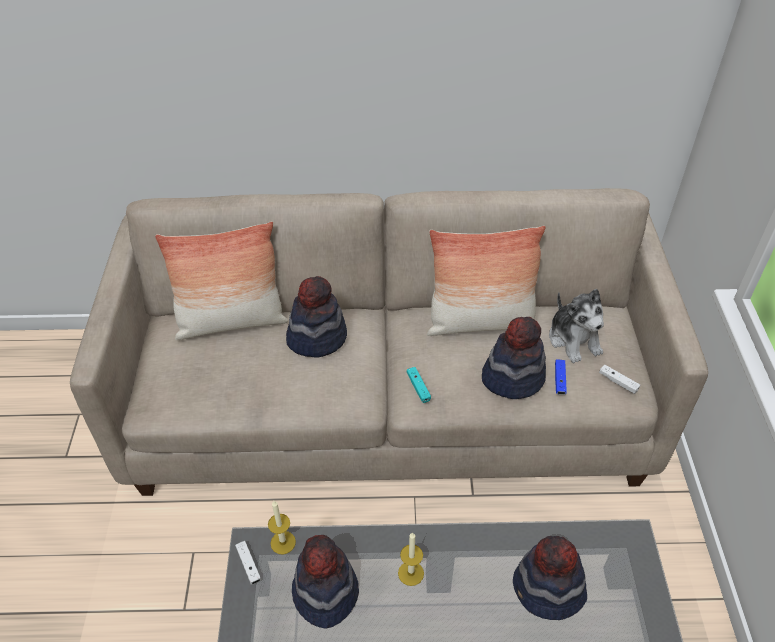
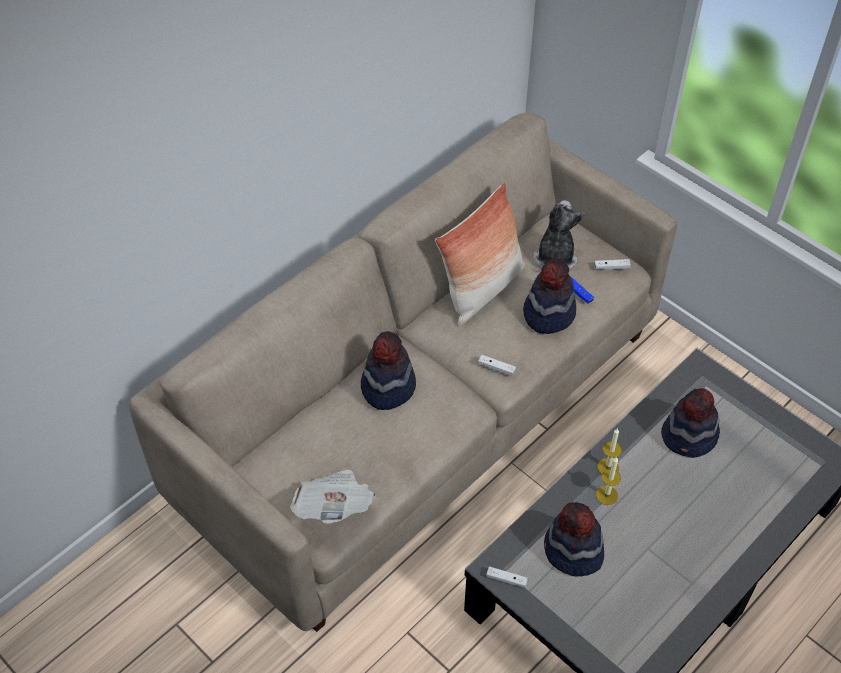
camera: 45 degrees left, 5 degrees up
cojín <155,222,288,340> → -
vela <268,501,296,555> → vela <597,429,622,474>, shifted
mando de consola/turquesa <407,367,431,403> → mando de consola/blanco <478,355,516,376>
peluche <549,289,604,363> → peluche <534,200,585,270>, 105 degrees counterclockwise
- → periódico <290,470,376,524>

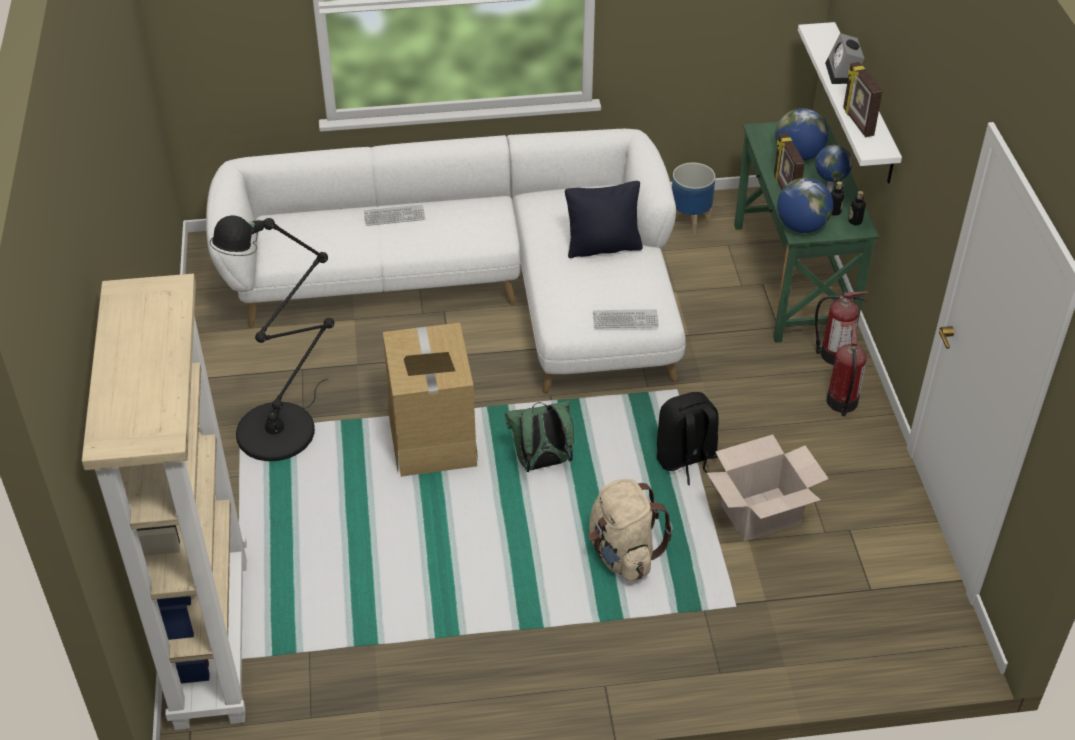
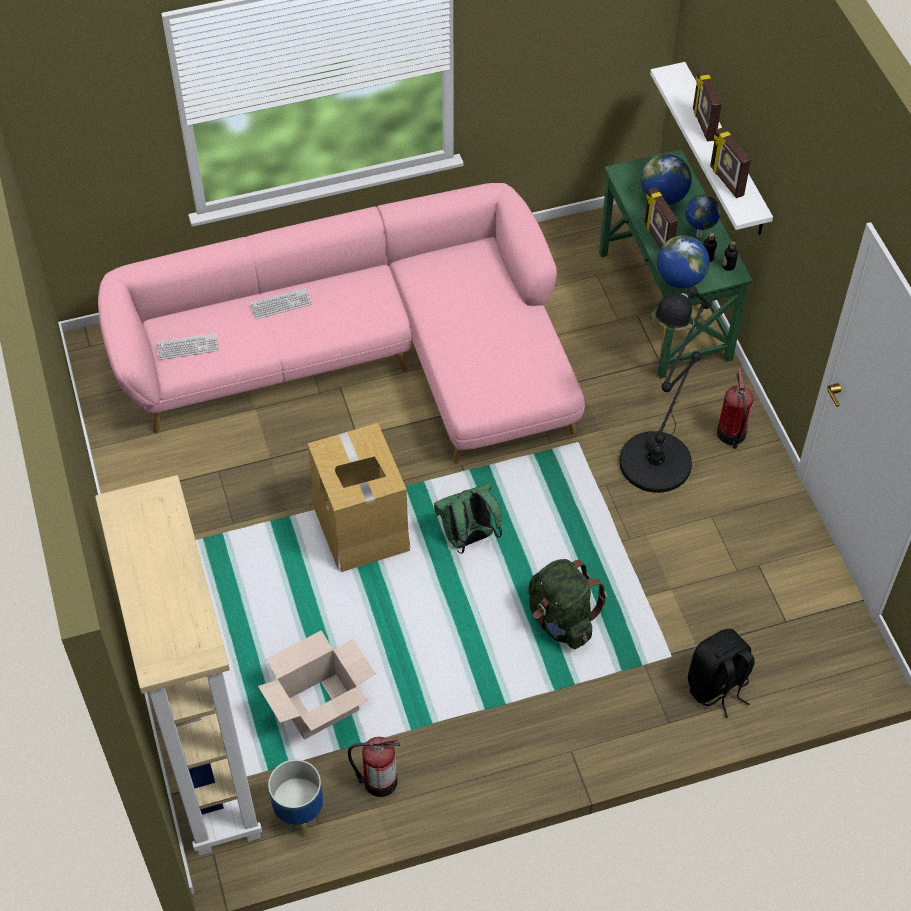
camera: 10 degrees left, 10 degrees up
sofá/blanco <206,129,686,393> → sofá/rosa <98,183,585,464>
lámpara de pie/negro <210,215,334,461> → lámpara de pie/negro <619,286,712,493>, shifted
cojín/negro <565,181,643,258> → -
mochila/beis <588,479,673,582> → mochila/verde <528,559,607,649>
teclado <593,309,659,328> → teclado <157,333,219,360>, shifted
mochila/negro <657,392,719,485> → mochila/negro <688,629,755,718>, shifted
maceta <672,162,715,235> → maceta <268,760,325,837>, shifted
caja de cartón <707,435,829,541> → caja de cartón <258,630,376,739>, shifted
extintor <815,291,868,365> → extintor <348,737,400,797>, shifted
despertador <825,33,865,84> → portarretratos <693,70,722,142>

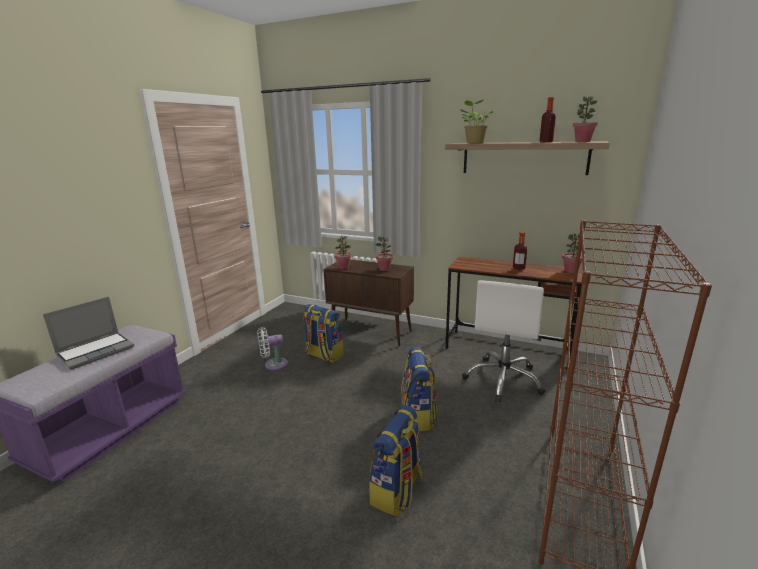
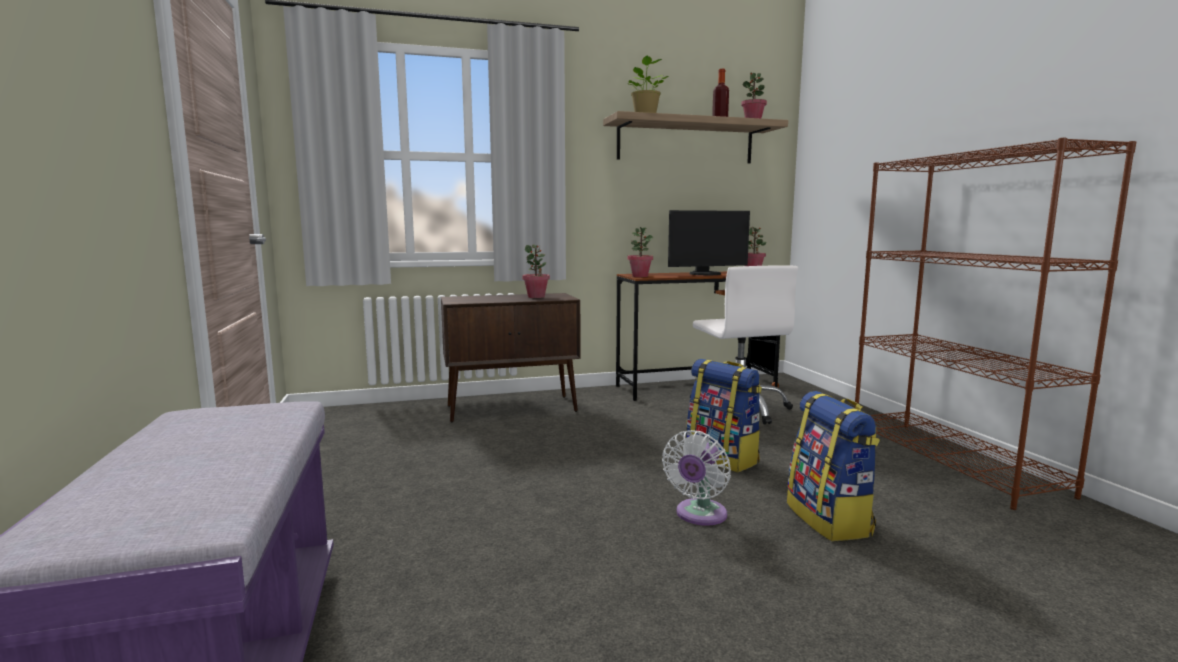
camera: 40 degrees left, 10 degrees down
portátil <43,297,134,369> → -
ventilador/blanco <257,327,288,370> → ventilador/blanco <662,430,731,526>, shifted
mochila <303,304,344,363> → -
planta en maceta <334,236,352,270> → planta en maceta <628,227,653,277>, shifted
botella <513,232,527,270> → monitor <668,210,750,275>

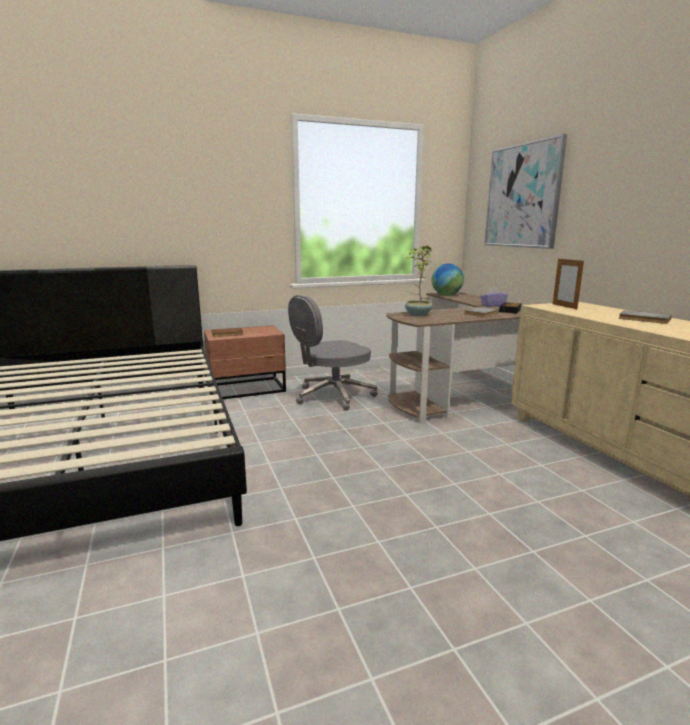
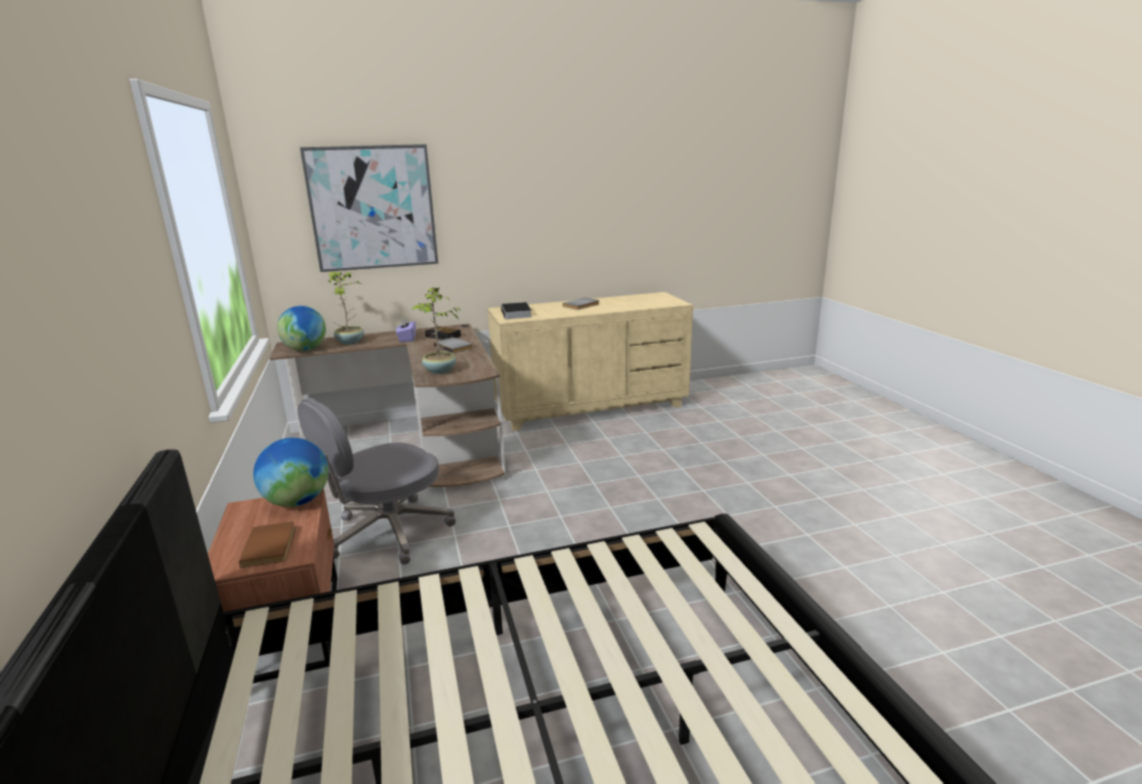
camera: 85 degrees left, 5 degrees up
silla de oficina/gris <288,295,378,411> → silla de oficina/gris <298,398,456,565>, 75 degrees clockwise
portarretratos <553,259,584,309> → libro <501,302,532,321>
- → globo terráqueo <253,438,329,507>
- → planta en maceta <328,270,364,345>

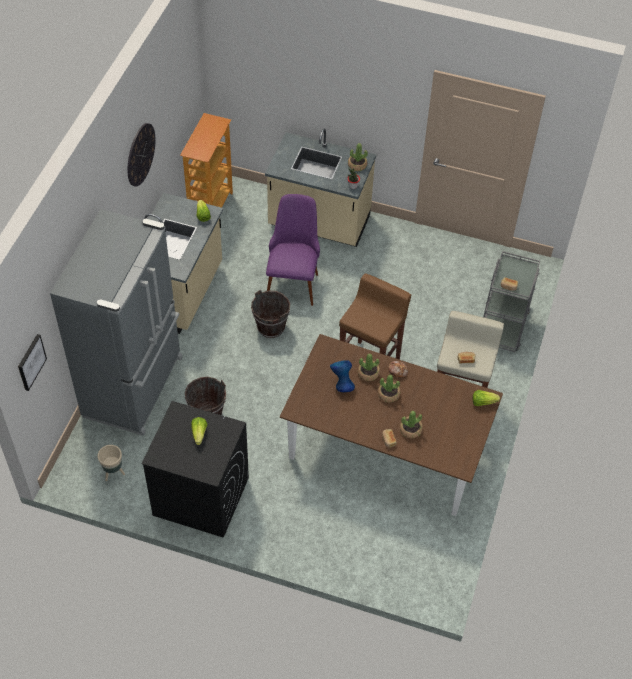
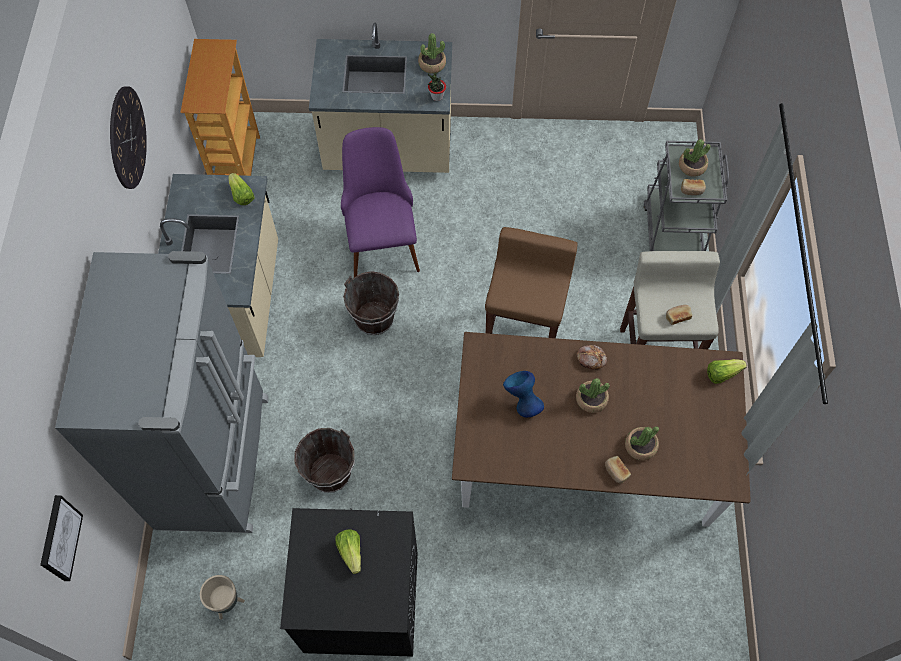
camera: 15 degrees left, 10 degrees up
planta en maceta <358,353,380,381> → planta en maceta <679,139,711,177>, shifted

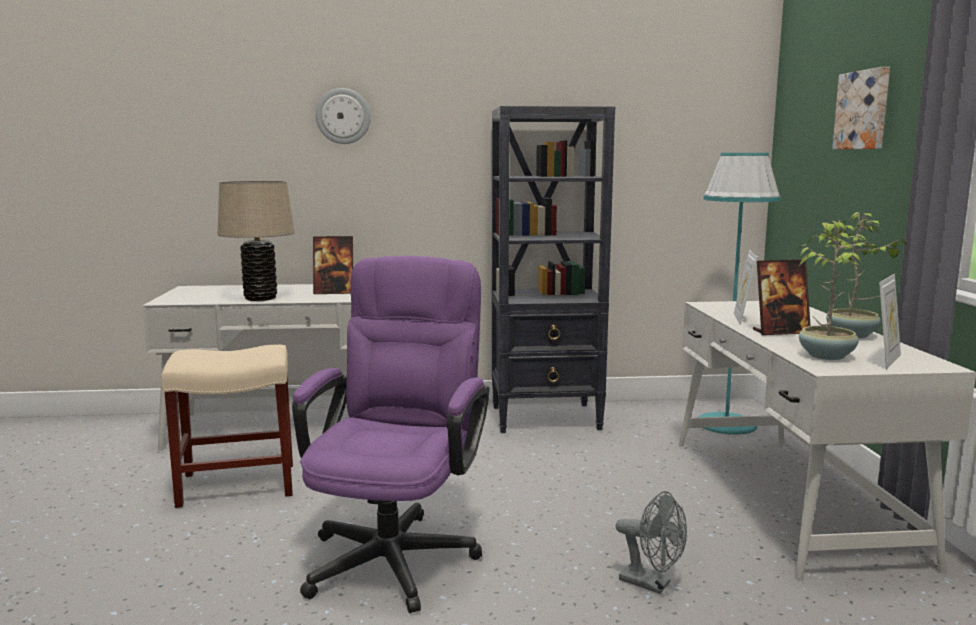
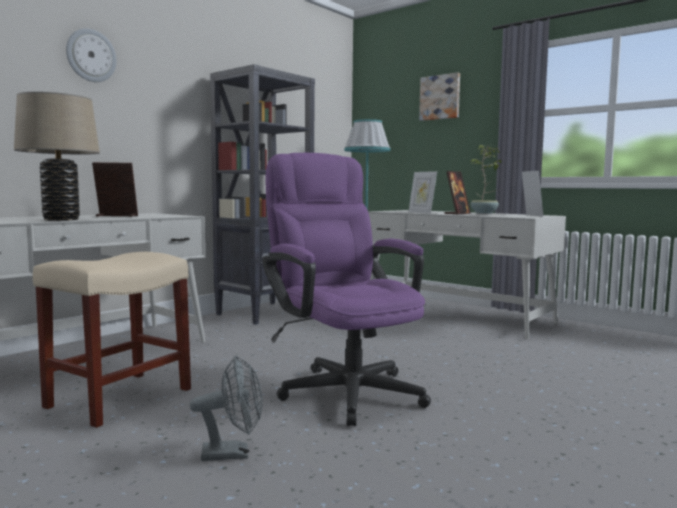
camera: 45 degrees left, 5 degrees down
portarretratos <313,236,353,294> → portarretratos <92,162,138,217>, 135 degrees counterclockwise
ventilador/gris <616,491,687,594> → ventilador/gris <189,356,263,461>, shifted
planta en maceta <798,220,876,360> → -

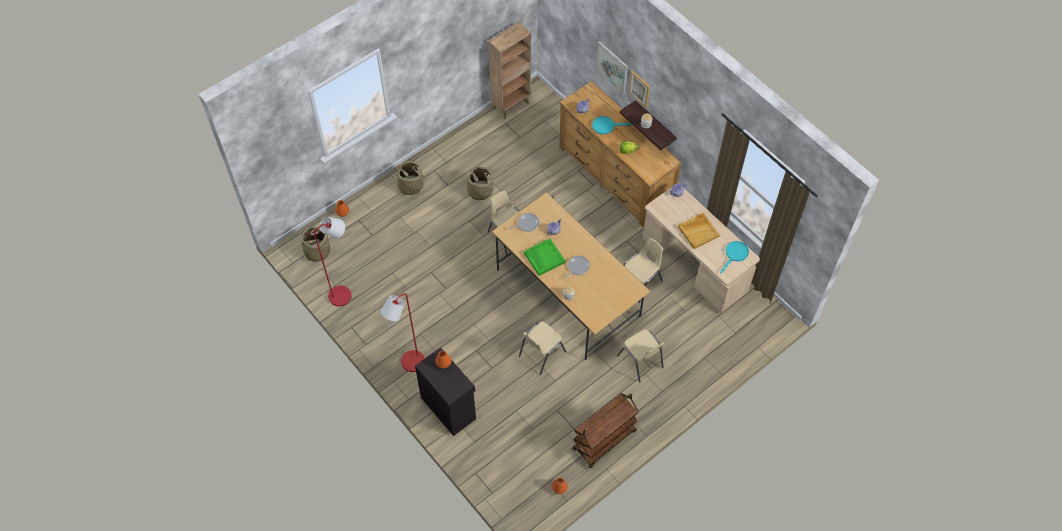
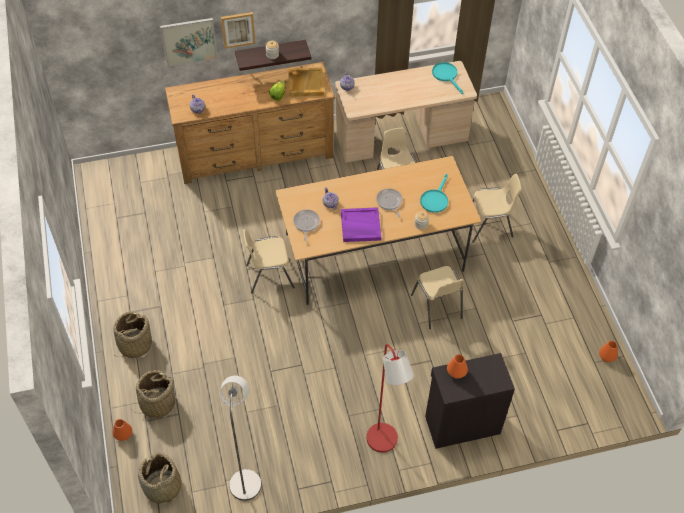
camera: 65 degrees left, 5 degrees down
lámpara de pie/rojo <314,217,352,306> → lámpara de pie/gris <220,376,262,501>
cesta <464,167,494,200> → cesta <133,370,177,418>, shifted
estantería/marrón <488,22,531,119> → -
bandeja/verde <524,238,565,276> → bandeja/morado <341,207,381,242>
carrito/marrón <572,393,639,468> → -
sartén/turquesa <592,116,632,134> → sartén/turquesa <420,174,448,213>, shifted
bandeja/beis <678,213,720,249> → bandeja/beis <288,68,324,97>, shifted

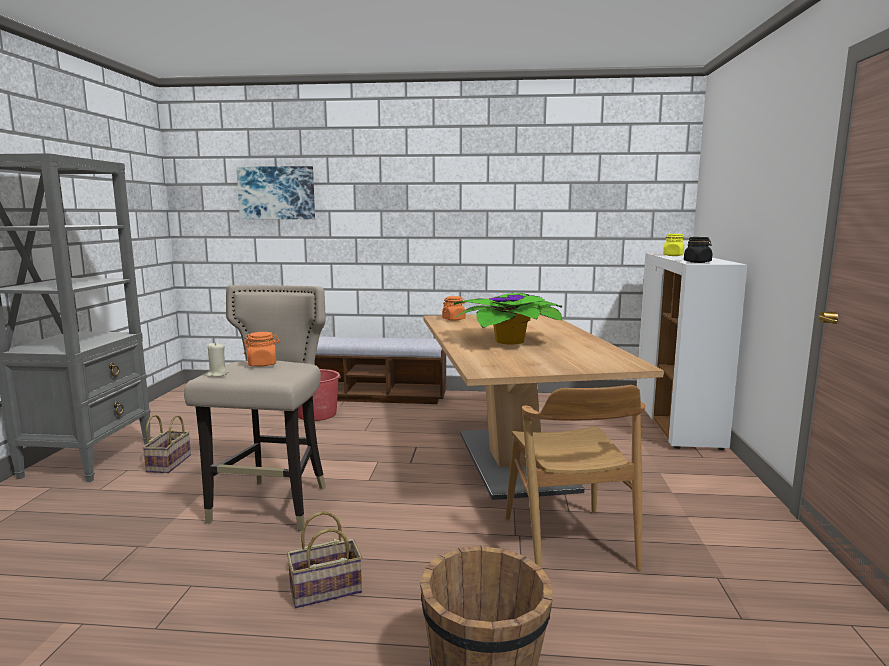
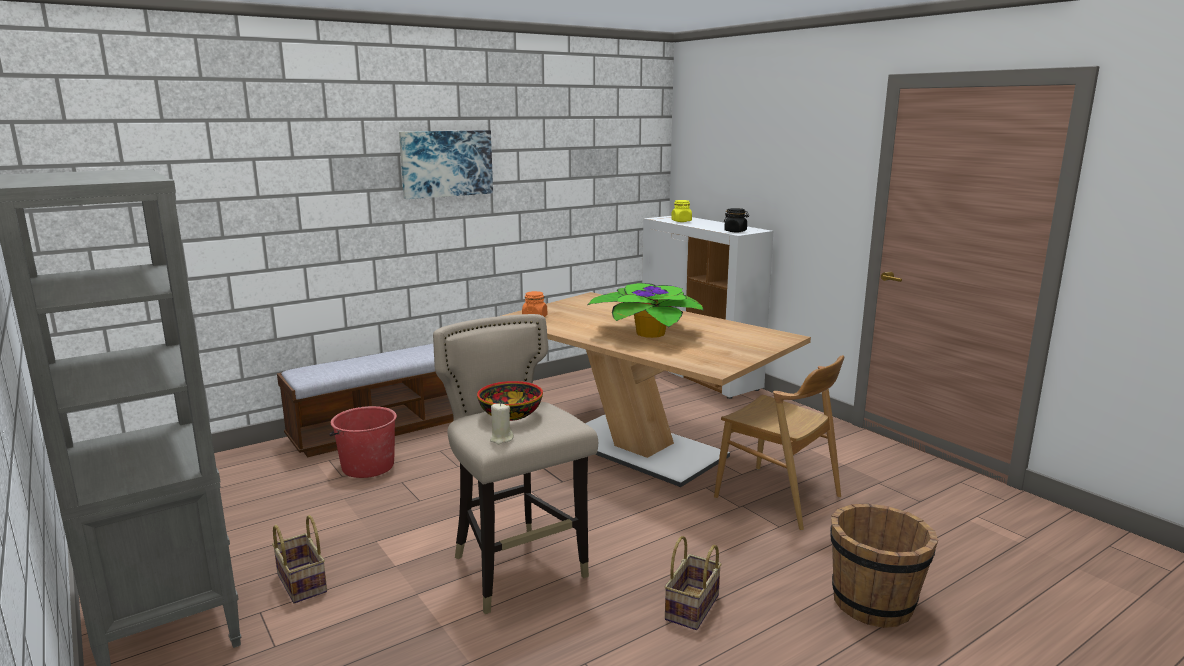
camera: 40 degrees left, 5 degrees up
cuadro <236,166,315,219> → cuadro <399,130,493,199>, shifted
tarro/naranja <244,332,280,367> → cuenco <477,381,543,421>

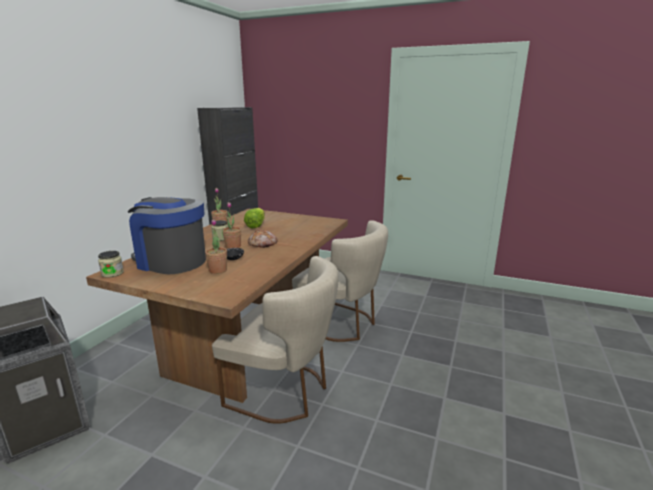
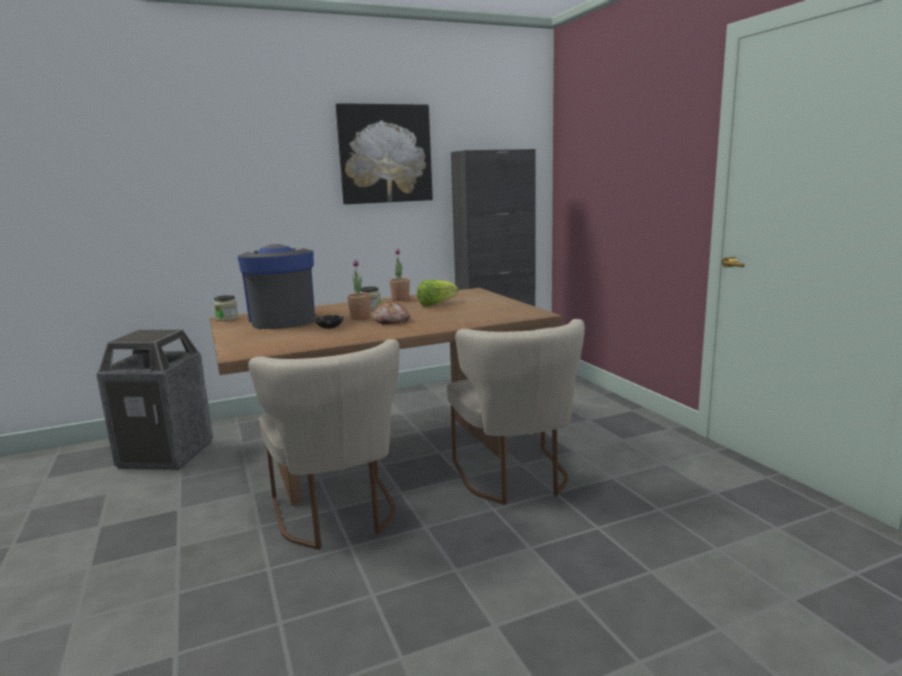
camera: 45 degrees right, 5 degrees down
planta en maceta <205,219,227,274> → -
- → cuadro <336,103,433,204>

